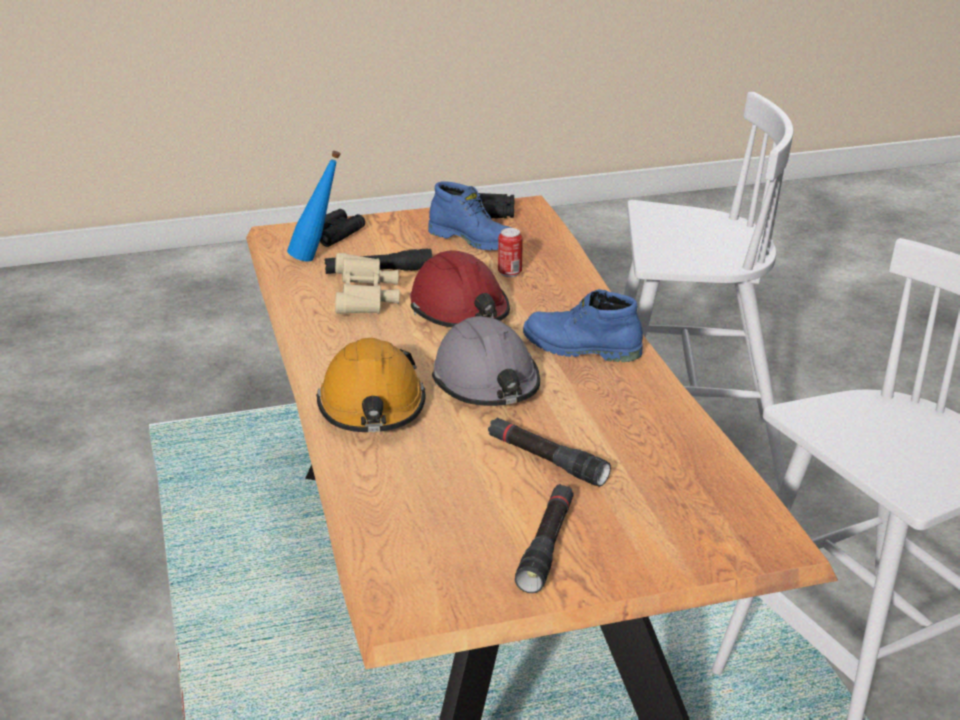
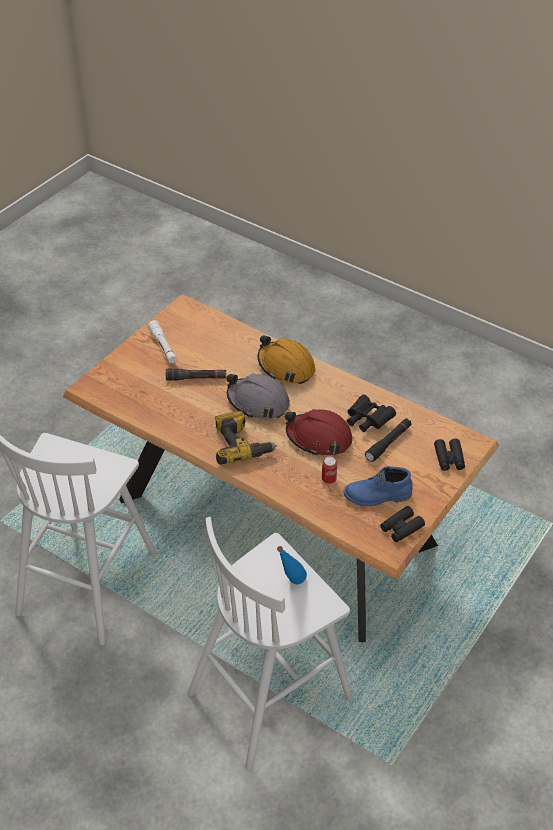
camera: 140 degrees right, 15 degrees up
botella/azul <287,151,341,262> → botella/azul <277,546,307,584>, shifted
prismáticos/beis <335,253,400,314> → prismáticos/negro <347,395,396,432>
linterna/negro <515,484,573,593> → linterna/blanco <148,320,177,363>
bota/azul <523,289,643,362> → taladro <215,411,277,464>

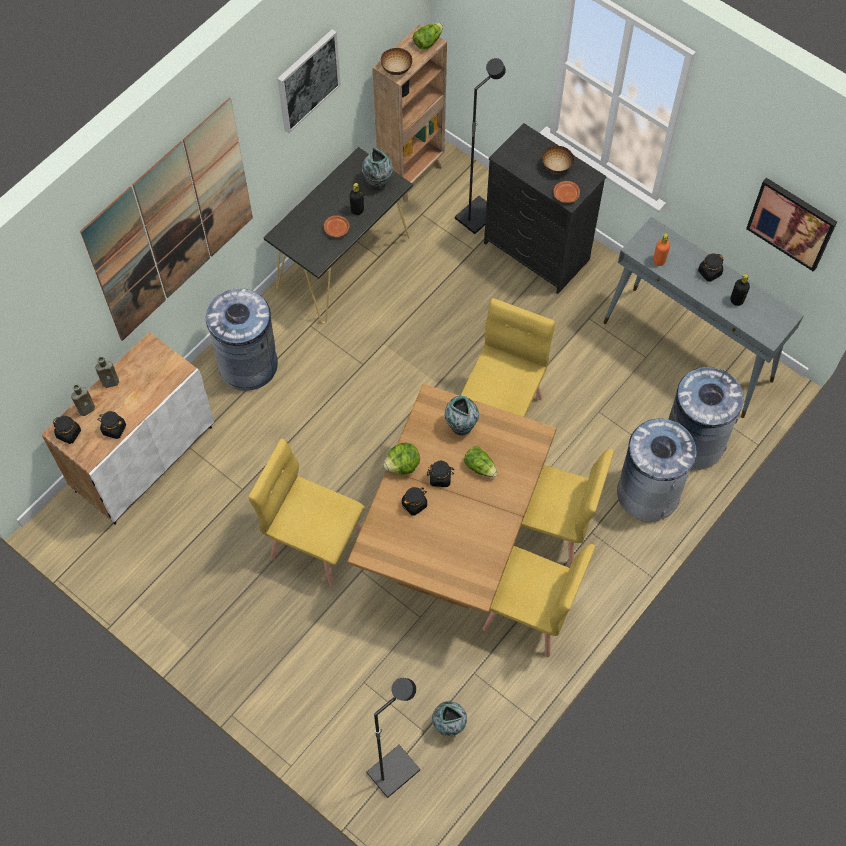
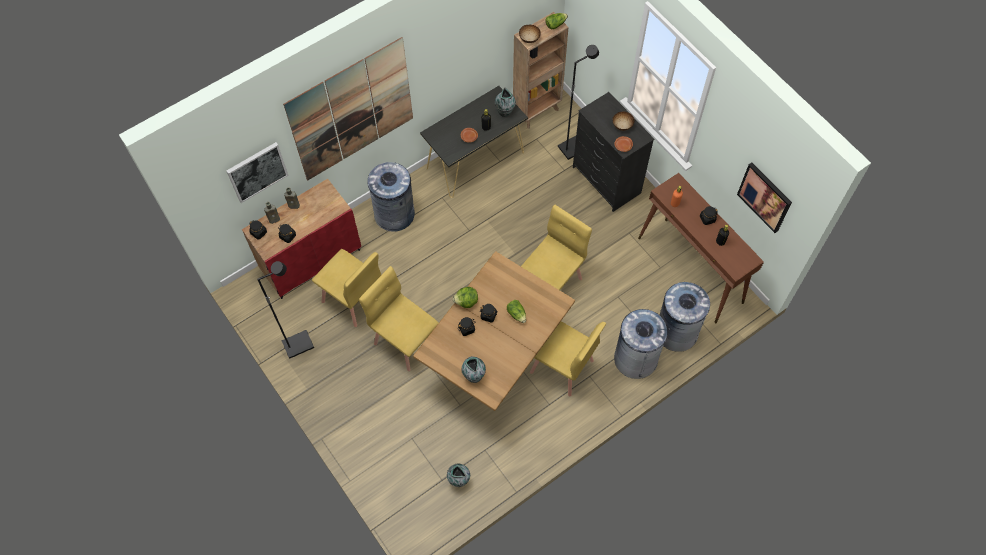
camera: 15 degrees right, 0 degrees up
armario/blanco <41,332,214,525> → armario/rojo <242,178,361,299>
cuadro <277,29,341,133> → cuadro <226,142,289,203>, shifted
lámpara de pie/negro <367,678,420,798> → lámpara de pie/negro <257,261,314,359>, shifted
florero <444,396,479,435> → florero <461,356,486,383>, shifted
silla/amarillo <482,544,596,657> → silla/amarillo <312,249,381,327>, shifted
mesa consola/gris <603,217,804,418> → mesa consola/marrón <638,173,764,323>

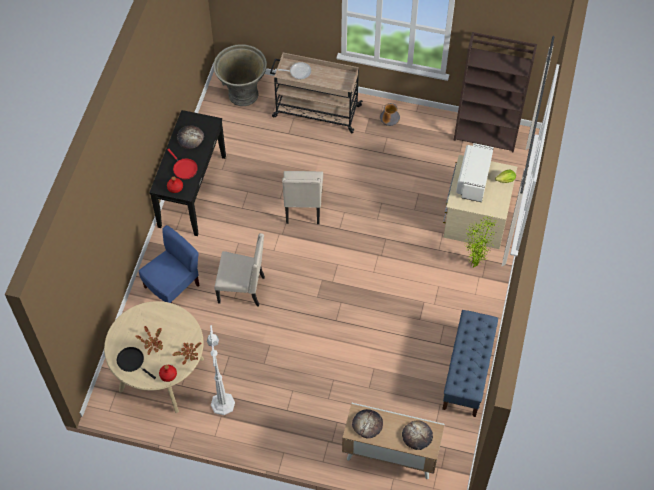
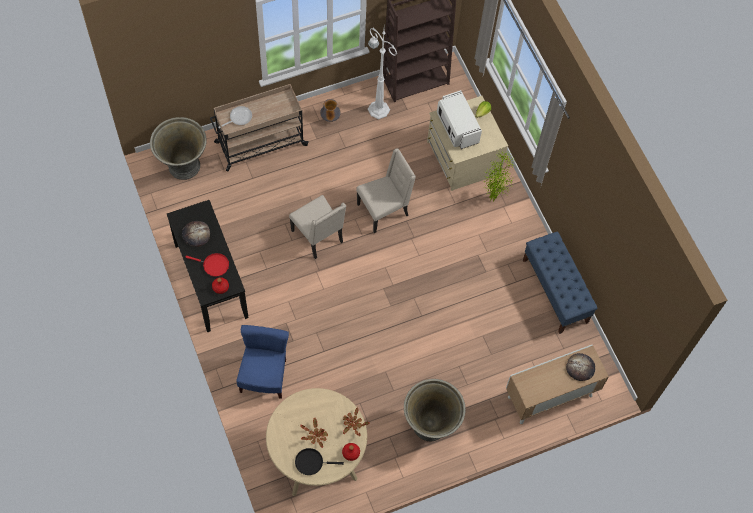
camera: 40 degrees left, 5 degrees up
lámpara de pie/blanco <207,325,235,415> → lámpara de pie/blanco <368,24,397,120>, shifted
silla/beis <214,233,265,307> → silla/beis <356,148,416,233>, shifted
pan <352,409,383,439> → -
- → maceta/gris <404,379,466,441>

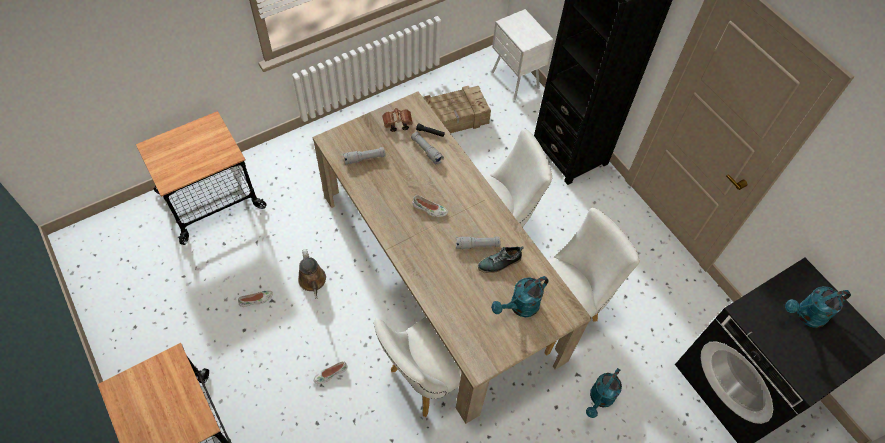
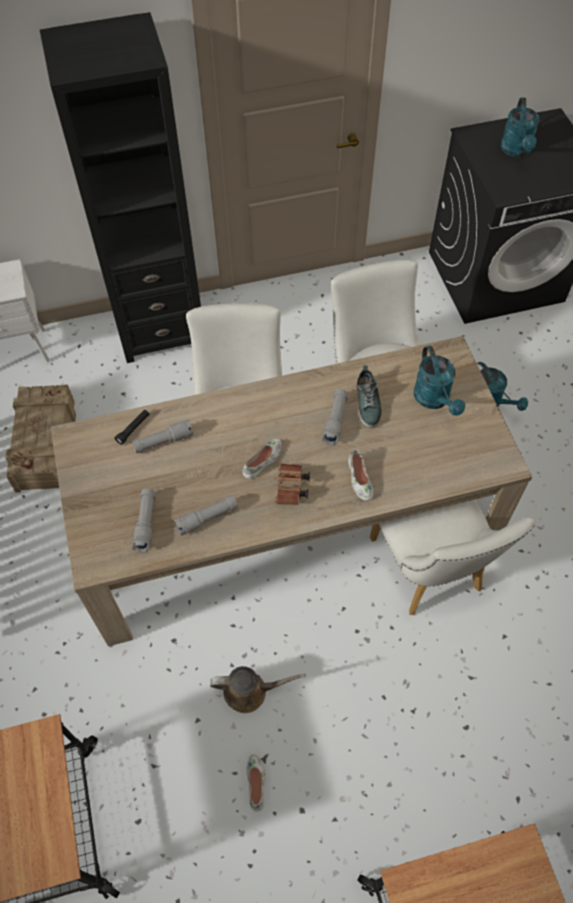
camera: 70 degrees left, 0 degrees up
zapato/blanco <313,361,348,384> → zapato/blanco <348,449,373,500>, shifted
prismáticos/marrón <382,108,413,132> → prismáticos/marrón <275,464,310,505>, shifted
- → linterna/gris <174,495,238,536>

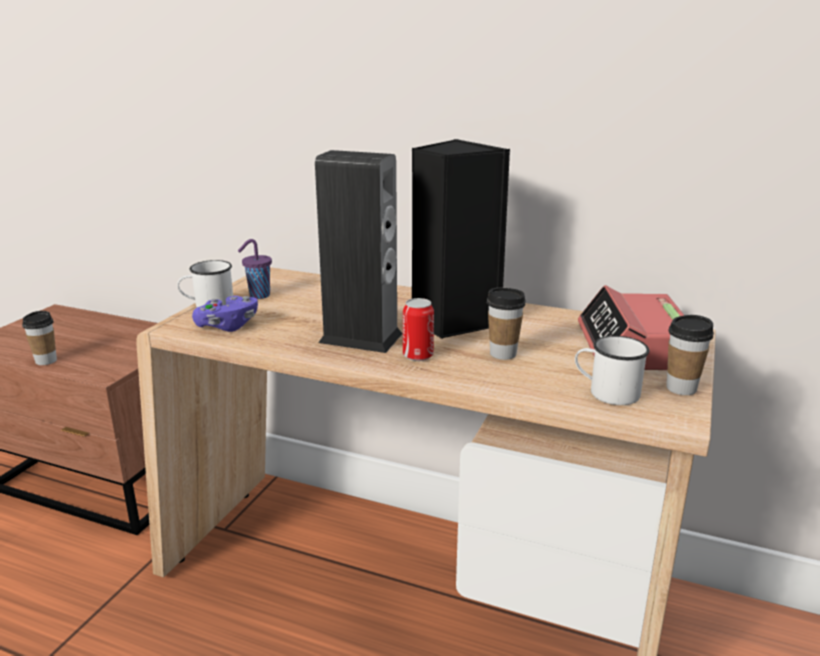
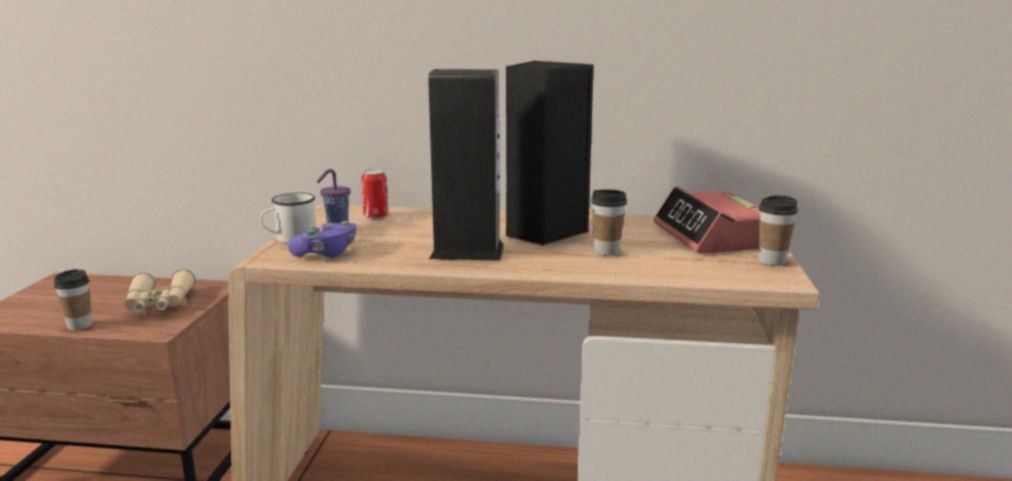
camera: 15 degrees left, 5 degrees down
lata <403,298,434,361> → lata <361,169,389,219>, shifted
taza grande/blanco <575,336,649,405> → -
- → prismáticos/beis <124,269,195,312>

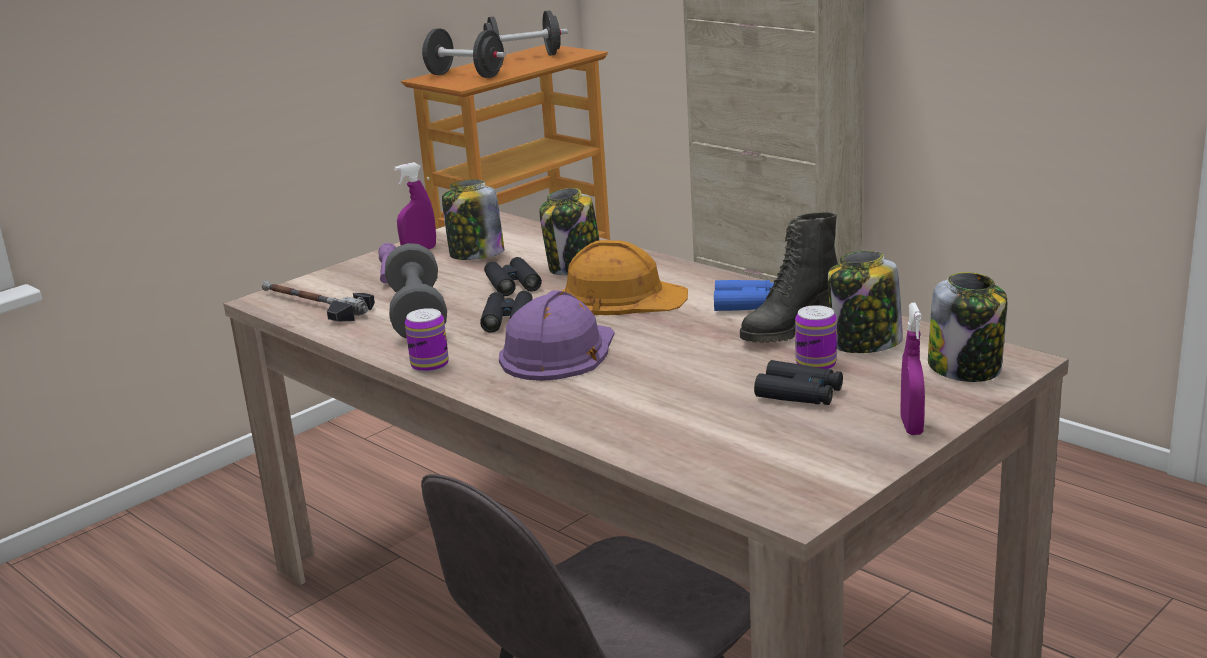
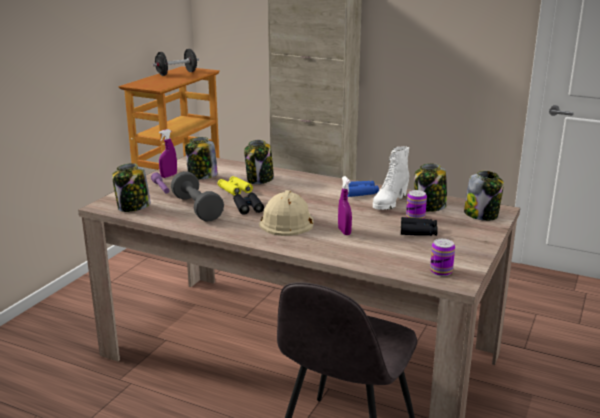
camera: 20 degrees left, 0 degrees up
martillo <262,281,375,322> → tarro <112,163,151,212>
lata <405,308,449,373> → lata <430,239,455,276>, shifted
mancuerna/negro <422,28,506,78> → -
prismáticos/negro <484,257,542,296> → prismáticos/amarillo <218,176,253,195>
casco/morado <499,290,615,381> → casco/beis <259,190,314,236>
casco/naranja <563,240,688,315> → -
bota/negro <740,212,838,343> → bota/blanco <373,146,409,210>
pulverizador/morado <900,303,925,435> → pulverizador/morado <338,176,352,235>, shifted

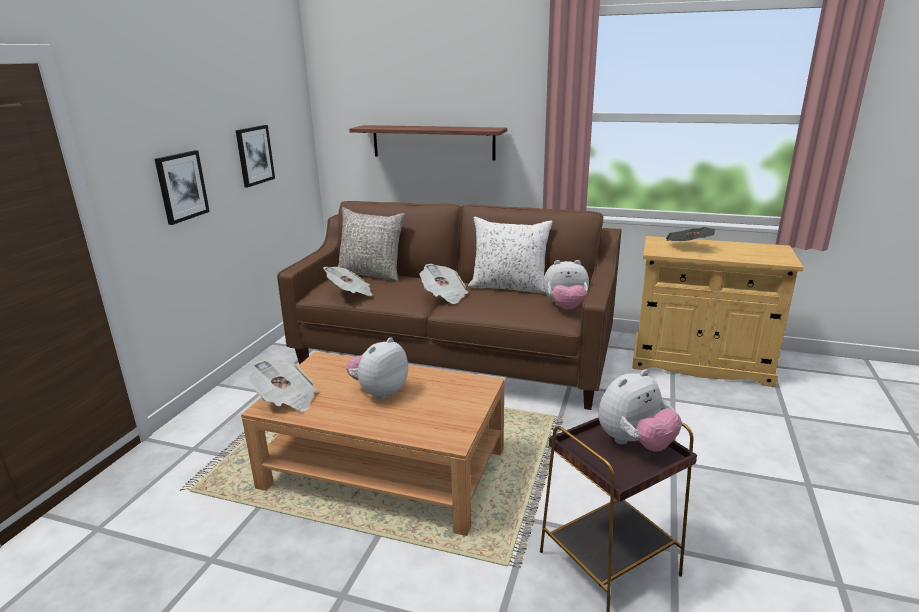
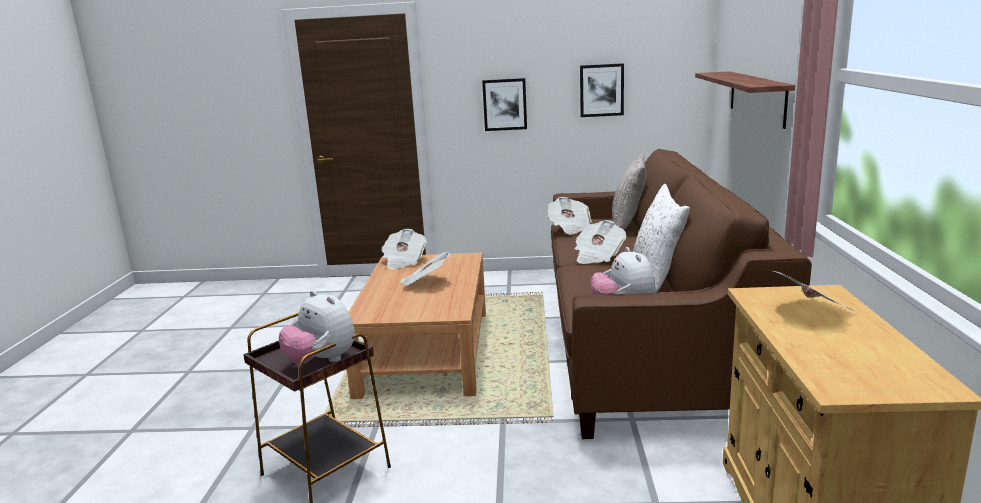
camera: 75 degrees right, 5 degrees down
peluche <346,337,408,400> → periódico <401,252,450,287>

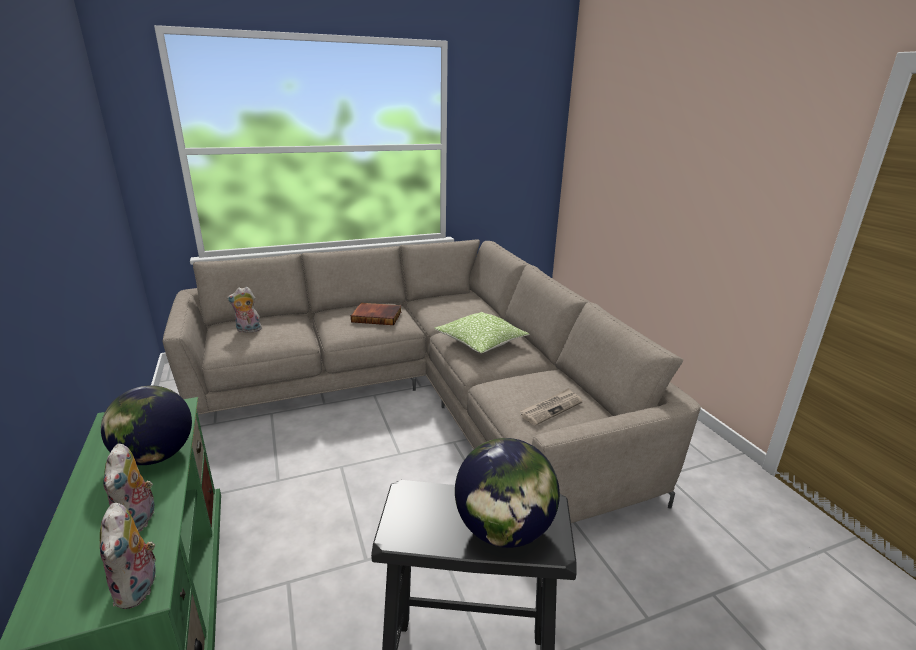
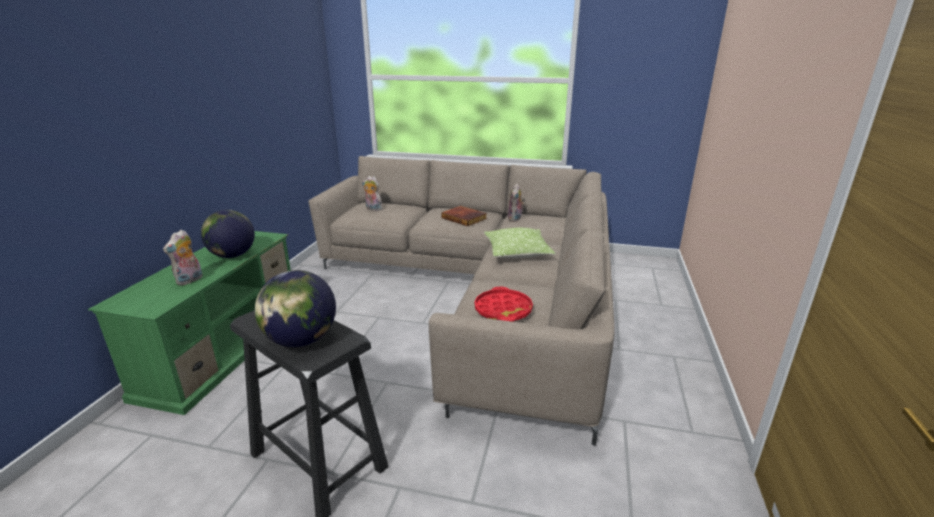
camera: 35 degrees right, 0 degrees up
peluche <100,503,160,609> → peluche <508,184,525,222>, shifted
periódico <520,388,583,426> → bandeja/rojo <475,287,533,322>

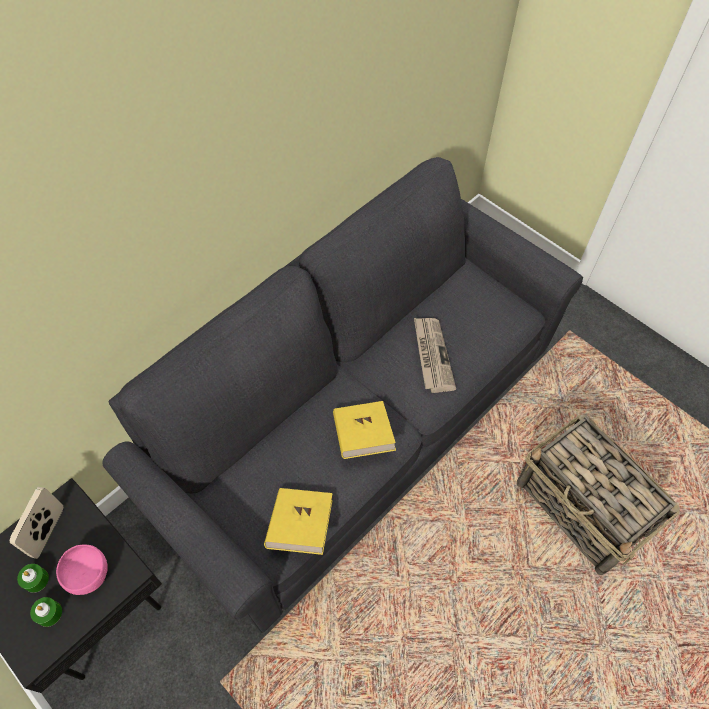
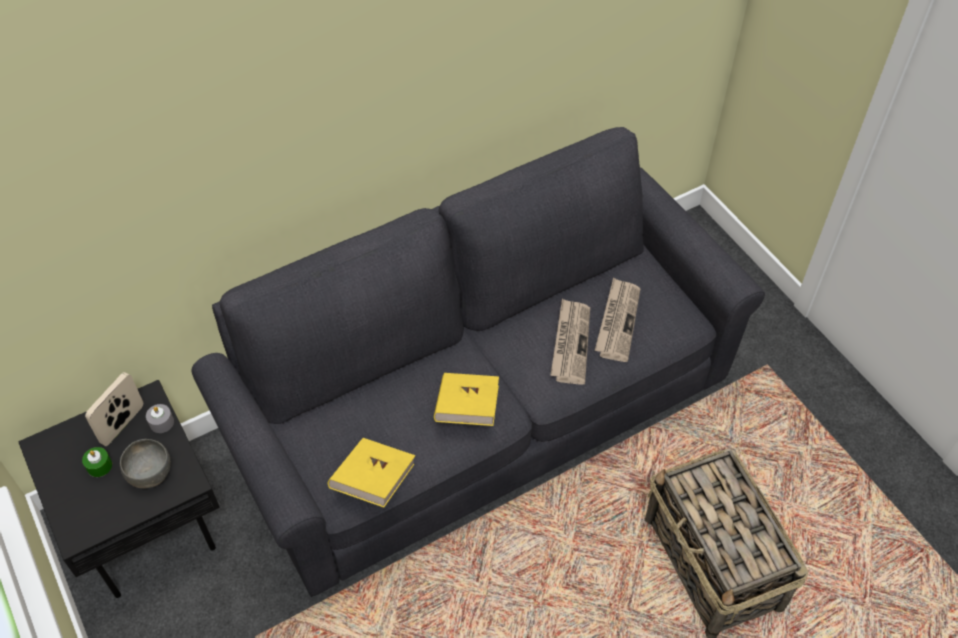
camera: 15 degrees right, 5 degrees down
vela/verde <30,597,62,627> → -
cuenco/rosa <56,545,108,595> → cuenco/gris <120,439,171,489>
- → vela/gris <146,404,174,433>
- → periódico <595,277,640,362>

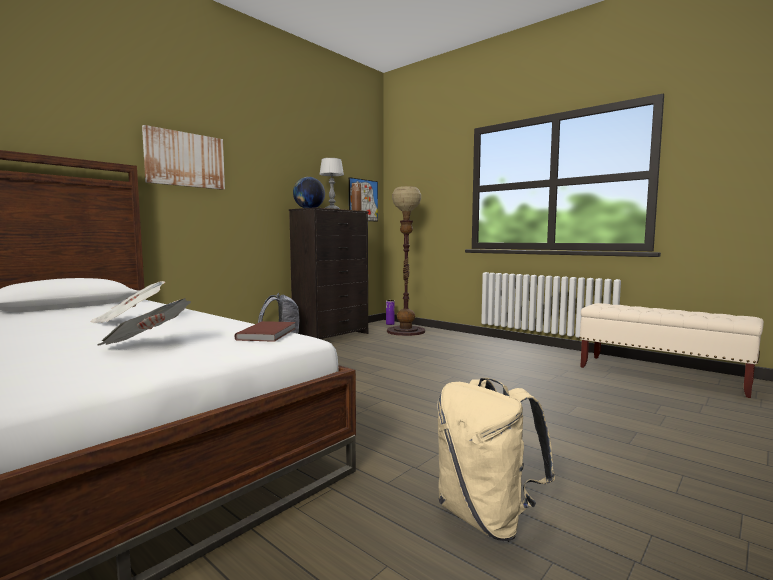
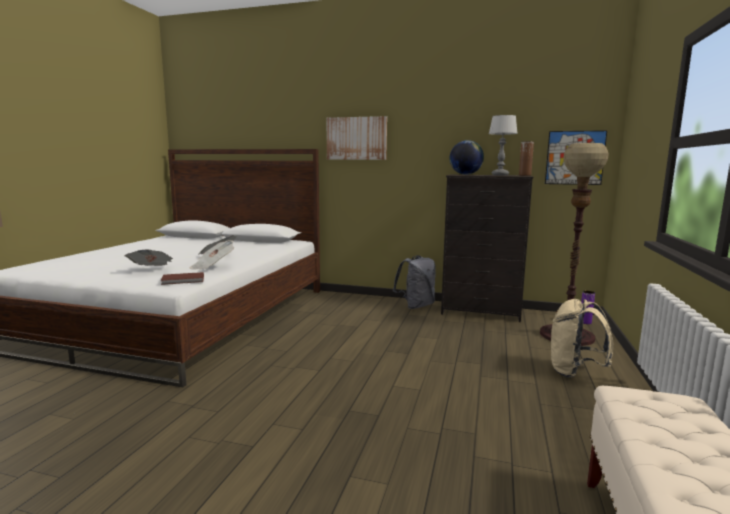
camera: 65 degrees right, 5 degrees up
mochila/beis <437,378,555,541> → mochila/beis <551,299,614,378>, shifted
- → periódico <190,240,234,270>

